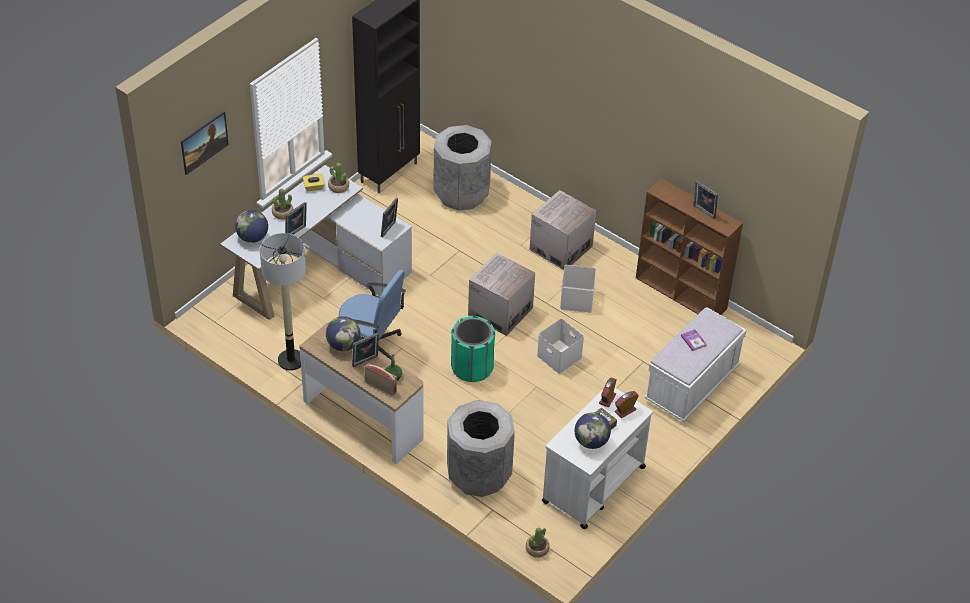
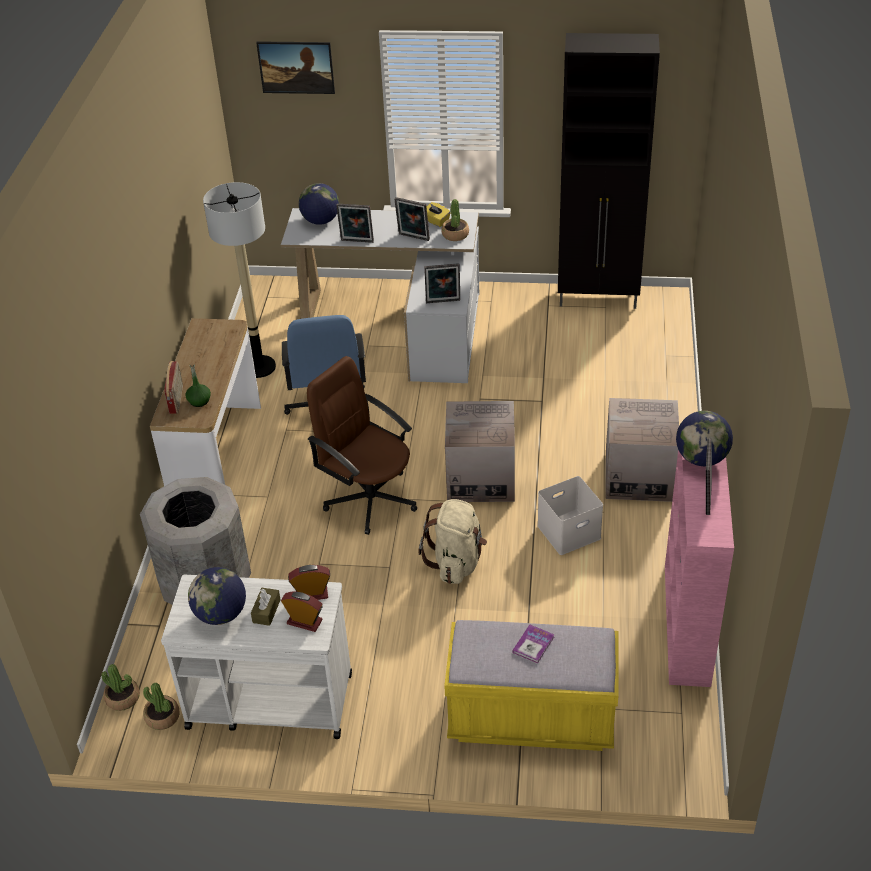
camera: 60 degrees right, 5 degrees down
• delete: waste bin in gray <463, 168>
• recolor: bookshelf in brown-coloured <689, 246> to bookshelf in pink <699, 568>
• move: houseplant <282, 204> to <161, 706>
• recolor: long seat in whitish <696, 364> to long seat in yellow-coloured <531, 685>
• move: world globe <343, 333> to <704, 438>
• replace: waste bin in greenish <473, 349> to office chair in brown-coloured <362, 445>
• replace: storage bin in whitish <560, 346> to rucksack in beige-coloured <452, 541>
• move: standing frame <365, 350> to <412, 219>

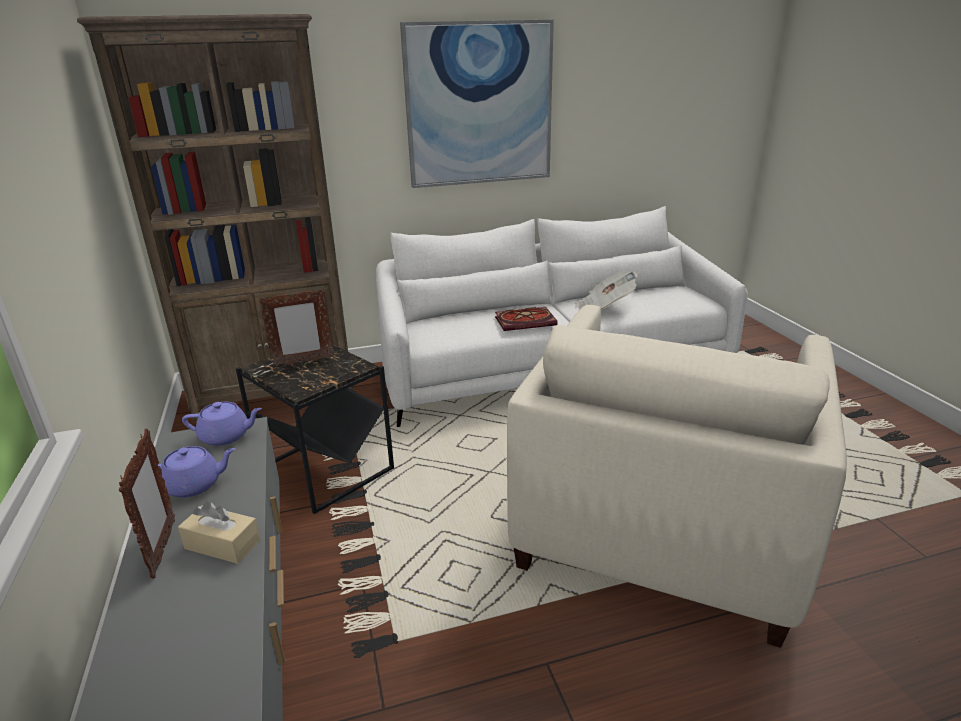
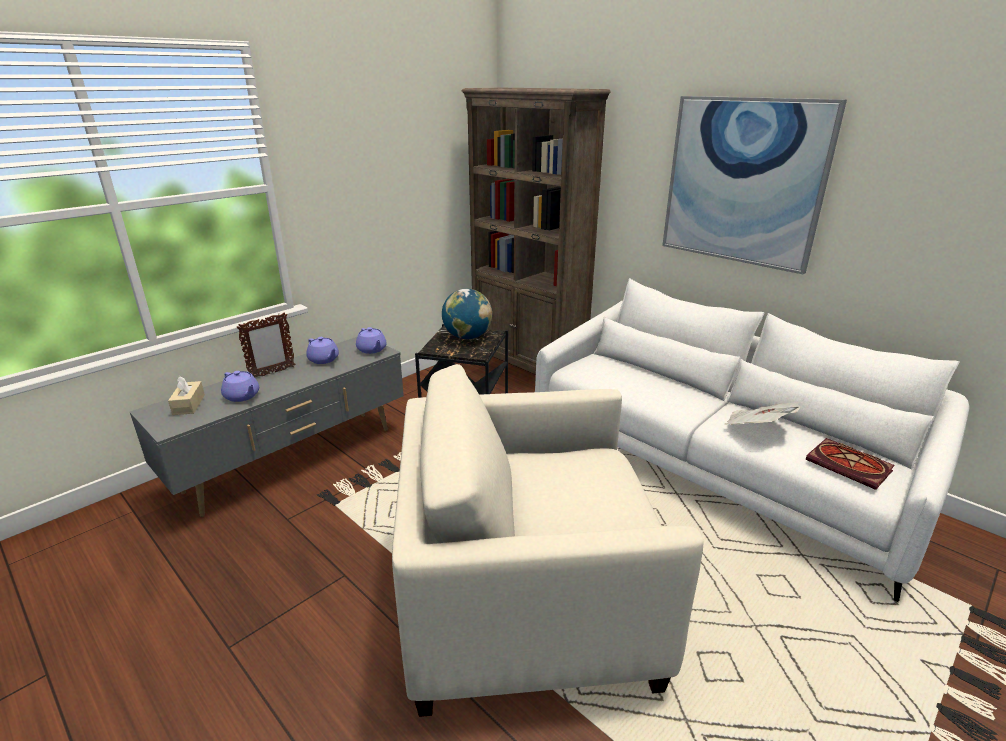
camera: 60 degrees right, 0 degrees up
• replace: standing frame <296, 328> to world globe <467, 314>
• move: book <526, 319> to <850, 464>
• move: box of tissues in beige-coloured <219, 532> to <186, 395>
• insert: teapot in purple <240, 386>

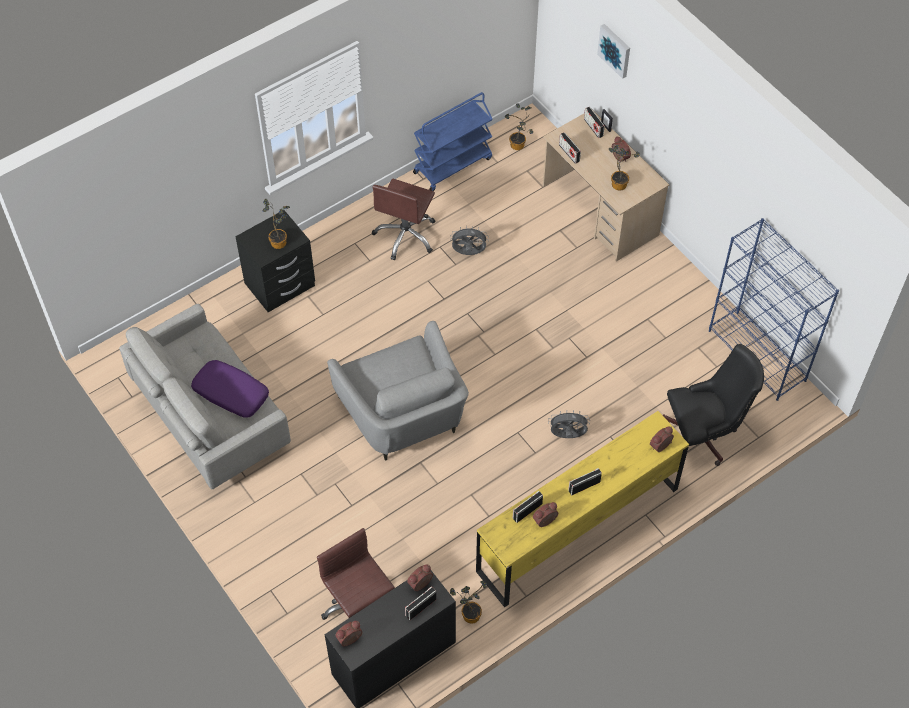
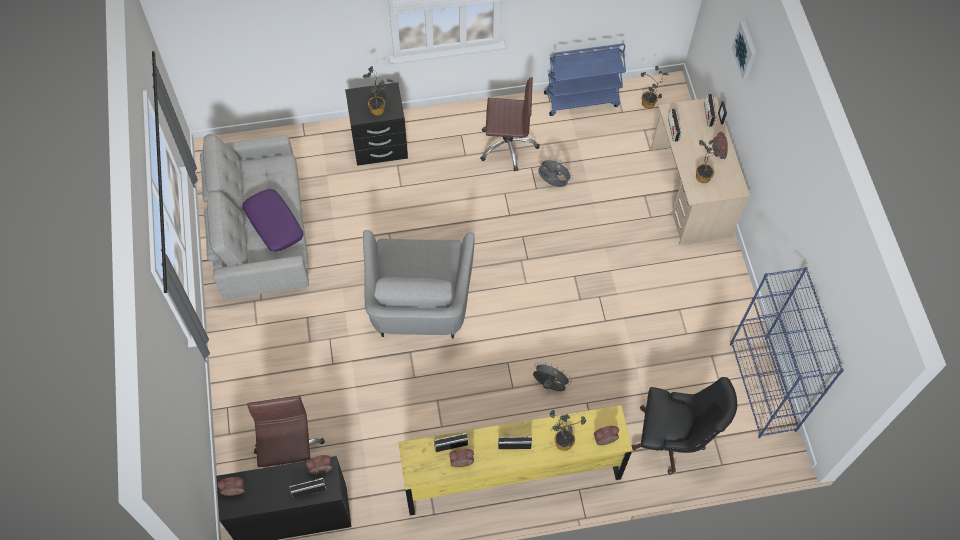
camera: 25 degrees right, 5 degrees up
• rotate: office chair in brown-coloured <403, 219> = <510, 124> 135 degrees counterclockwise
• move: houseplant <468, 602> to <568, 430>

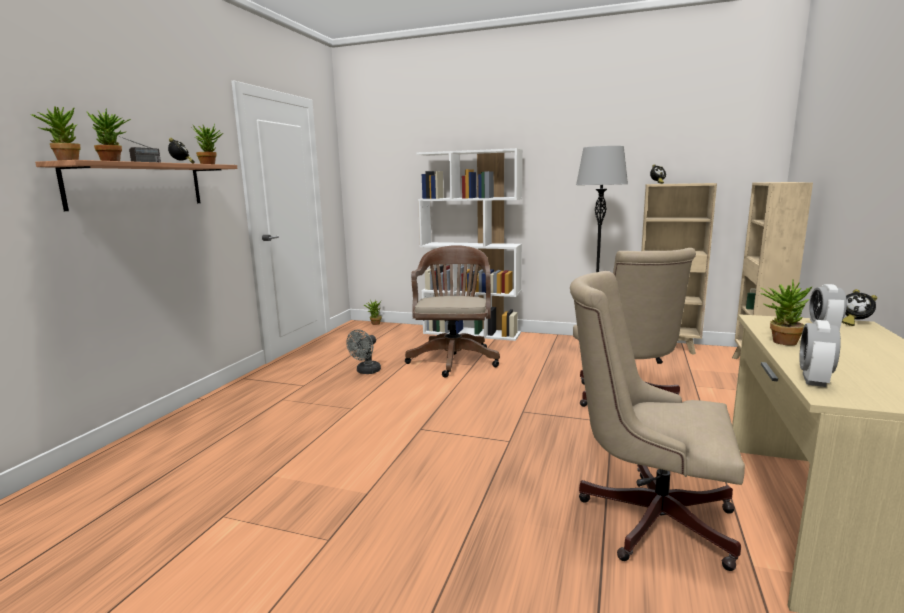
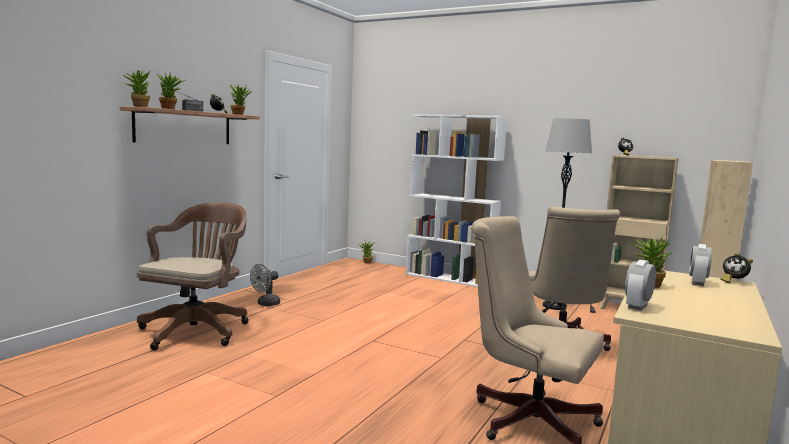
camera: 10 degrees right, 5 degrees down
• move: office chair in brown-coloured <452, 311> to <193, 276>
• move: electric fan in gray <363, 352> to <265, 285>

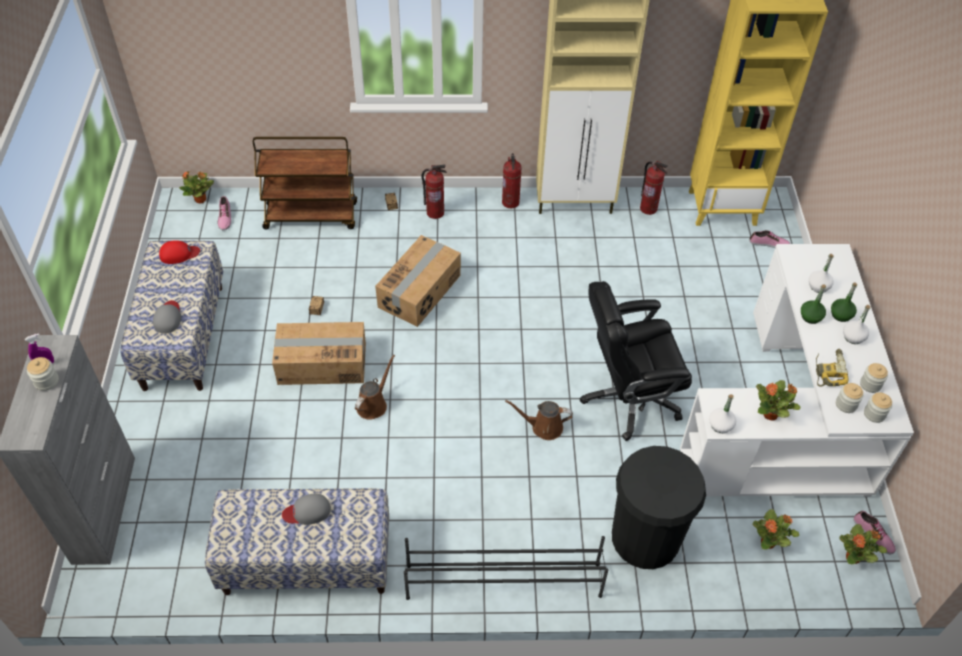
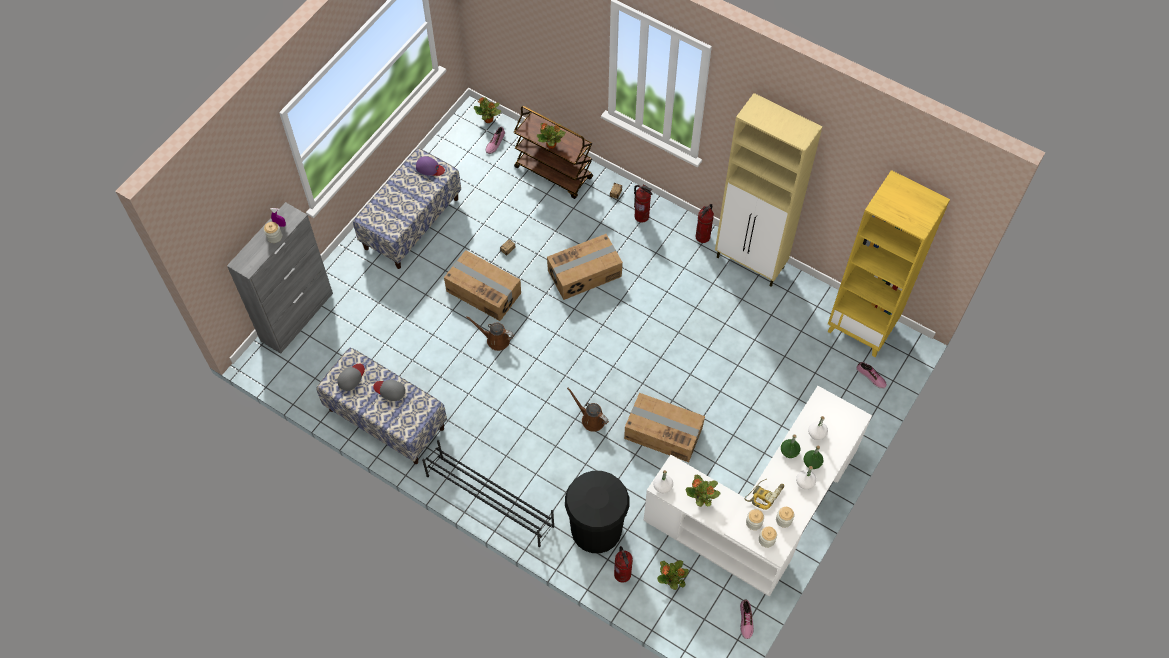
camera: 35 degrees right, 10 degrees up
• move: fire extinguisher <654, 188> to <623, 564>
• recolor: cap in red <179, 252> to cap in purple <430, 166>
• replace: office chair in blackish <636, 361> to carton <664, 427>
• move: cap in gray <167, 317> to <351, 377>
• rotate: watering pot in brown-coloured <375, 387> = <490, 333> 135 degrees counterclockwise
• move: houseplant <863, 544> to <551, 136>

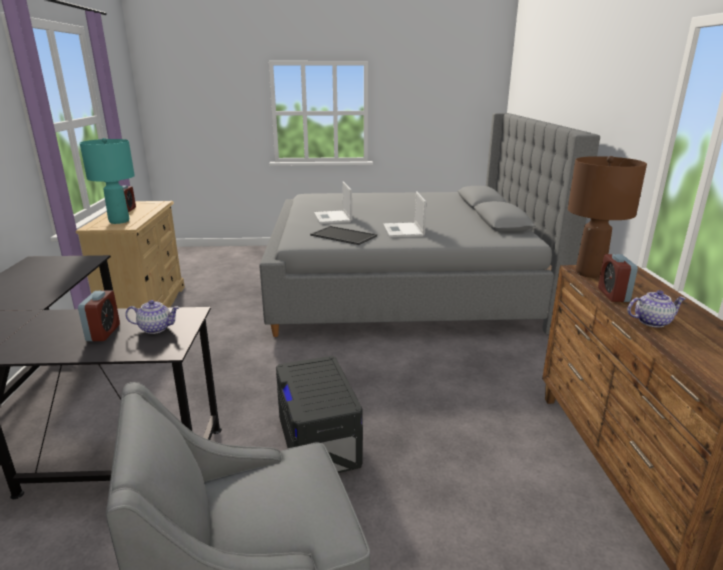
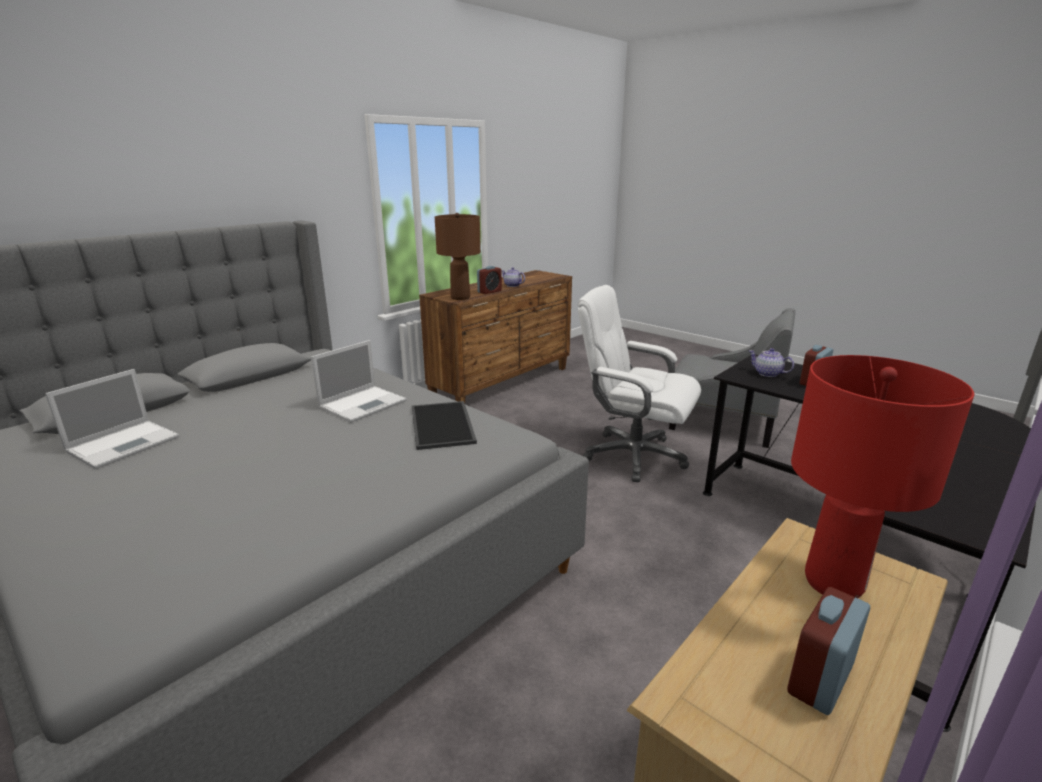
camera: 135 degrees left, 0 degrees up
• recolor: lamp for a table in blue-green <107, 181> to lamp for a table in red <882, 476>
• move: laptop <333, 203> to <112, 419>
• replace: storage bin in blackish <319, 414> to office chair in whitish <639, 383>

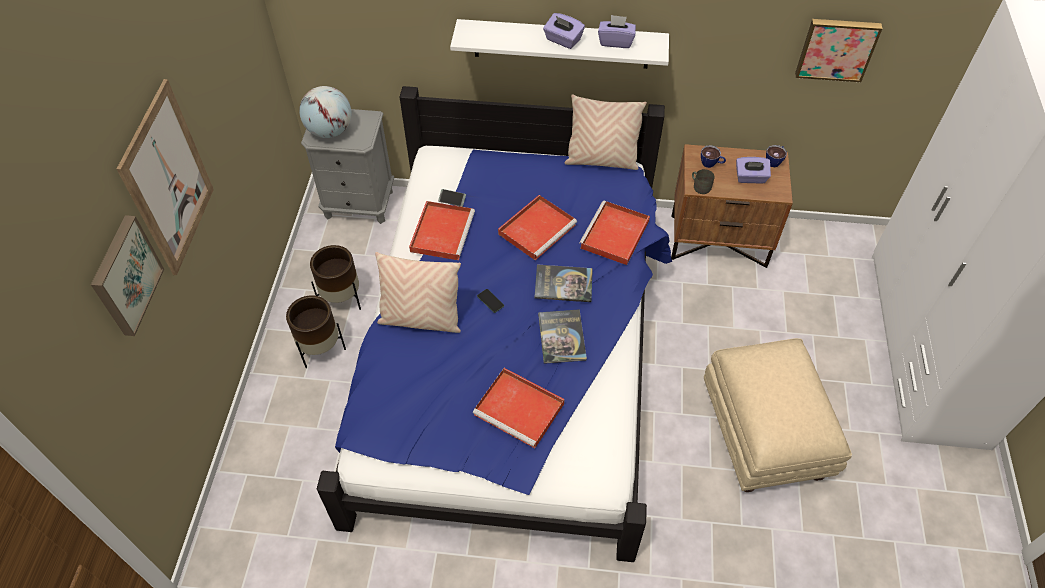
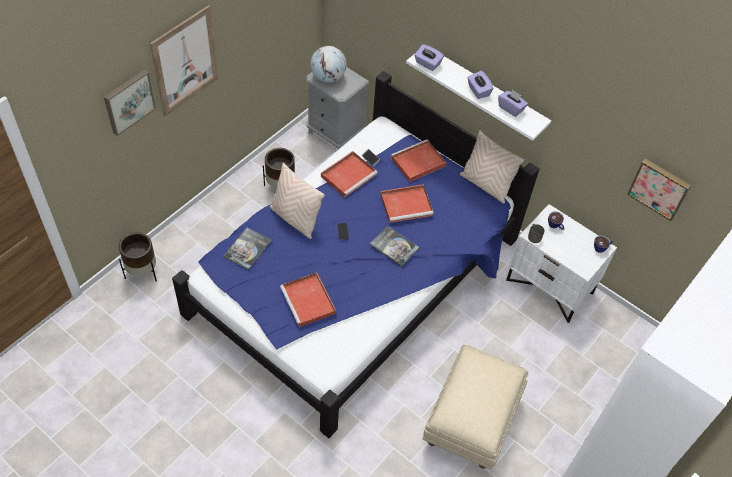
camera: 30 degrees right, 0 degrees up
• recolor: night table in brown-coloured <732, 206> to night table in whitish <561, 263>
• move: box of tissues in purple <753, 170> to <429, 57>
• move: tray in red <614, 233> to <418, 160>
• move: flower pot in brown-coloured <316, 331> to <138, 257>
• move: book <562, 336> to <247, 248>

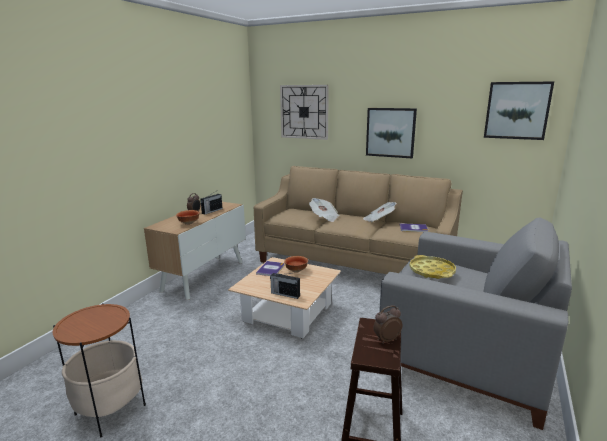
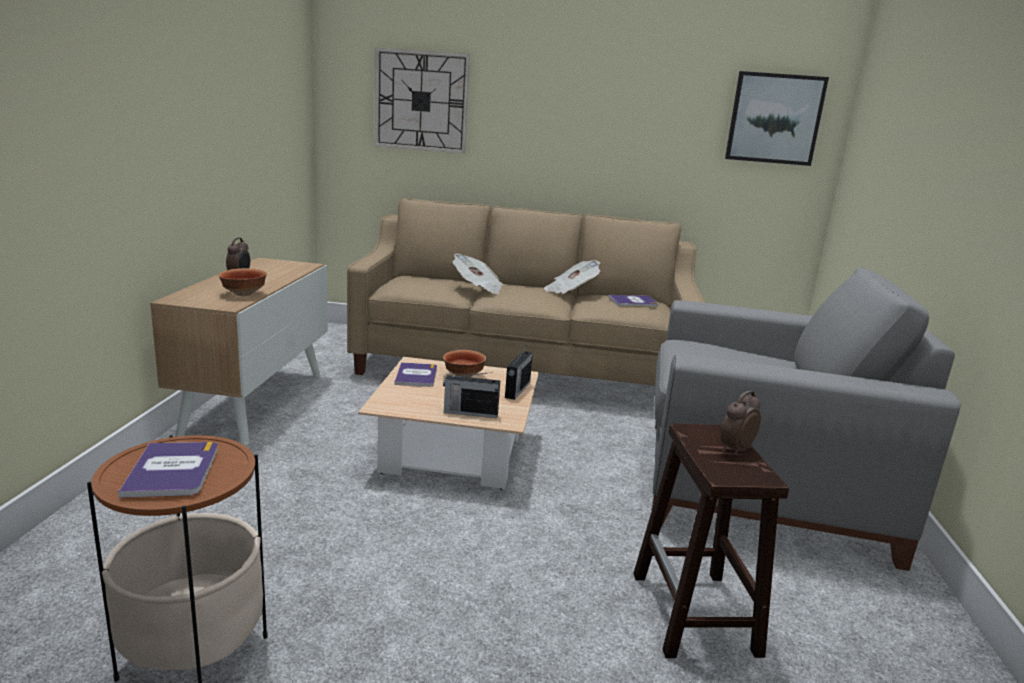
camera: 20 degrees left, 0 degrees up
• delete: wall picture <391, 133>
• move: radio set <211, 202> to <519, 373>
• delete: tray in yellow-coloured <432, 267>
• insert: book <168, 470>

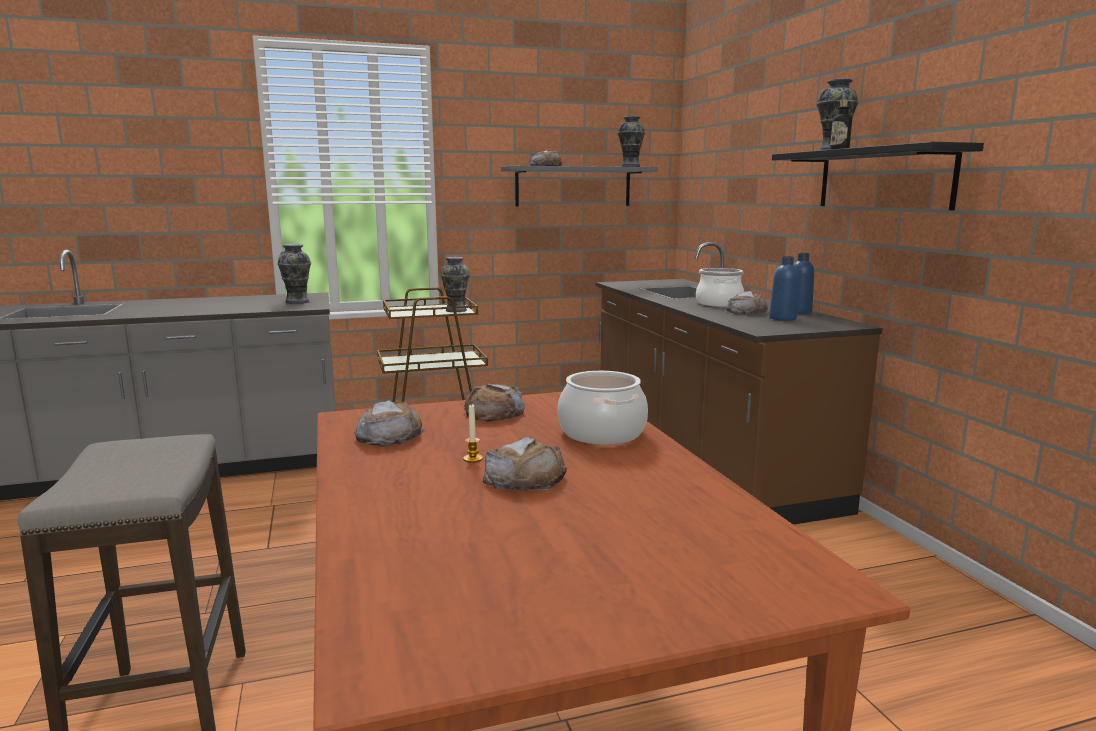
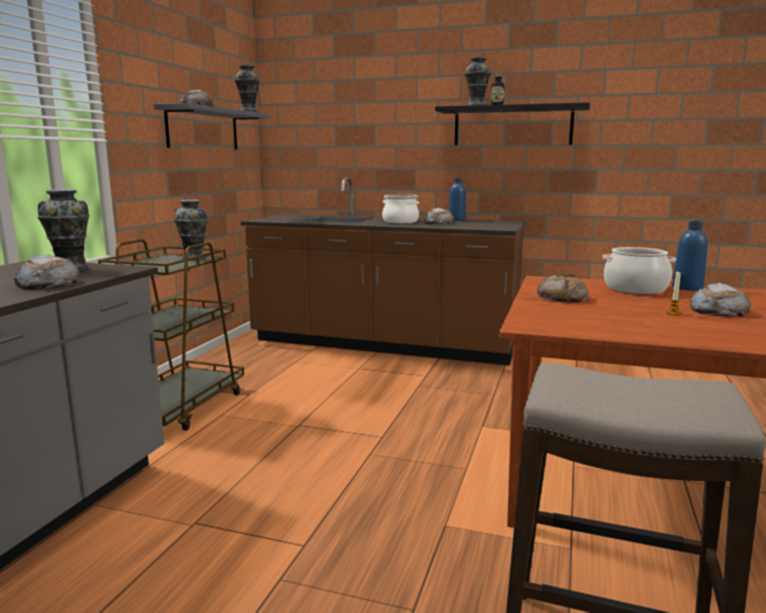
camera: 55 degrees left, 0 degrees up
• move: bottle in blue-coloured <784, 288> to <690, 256>
• move: baked bread <390, 423> to <46, 272>

